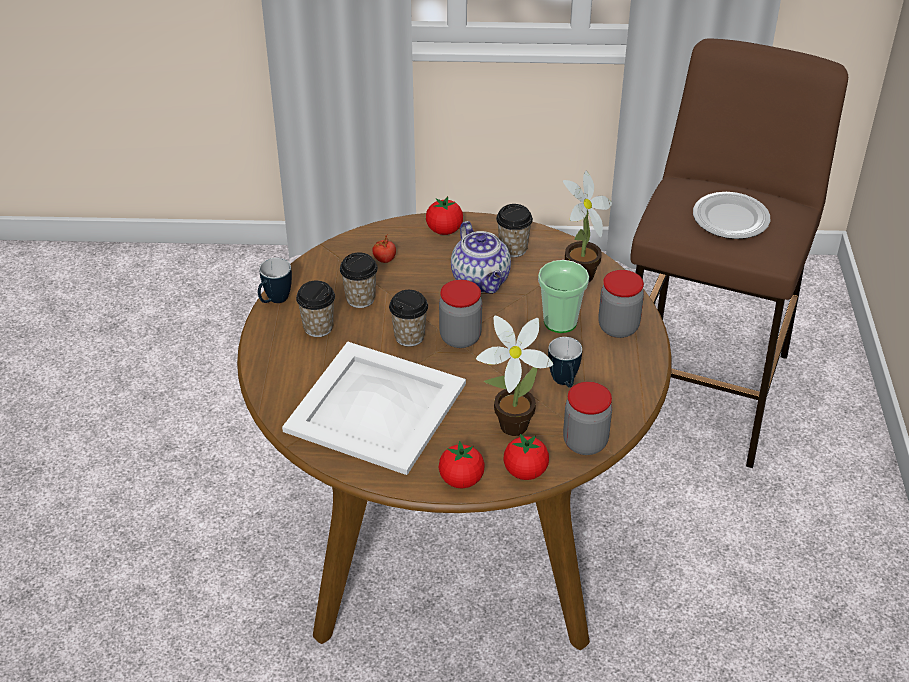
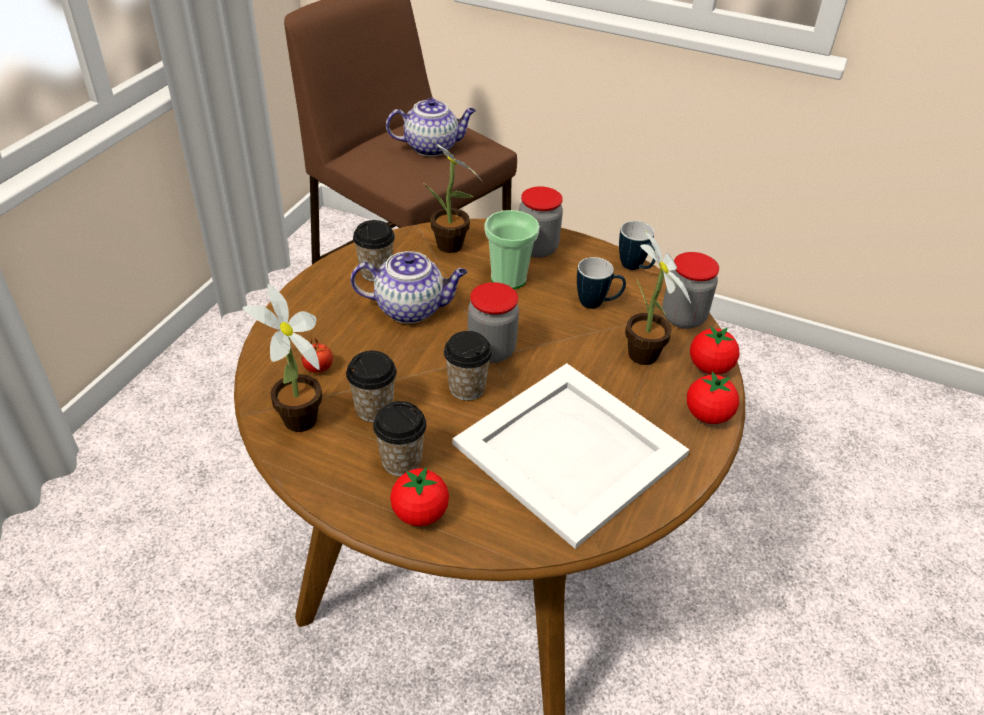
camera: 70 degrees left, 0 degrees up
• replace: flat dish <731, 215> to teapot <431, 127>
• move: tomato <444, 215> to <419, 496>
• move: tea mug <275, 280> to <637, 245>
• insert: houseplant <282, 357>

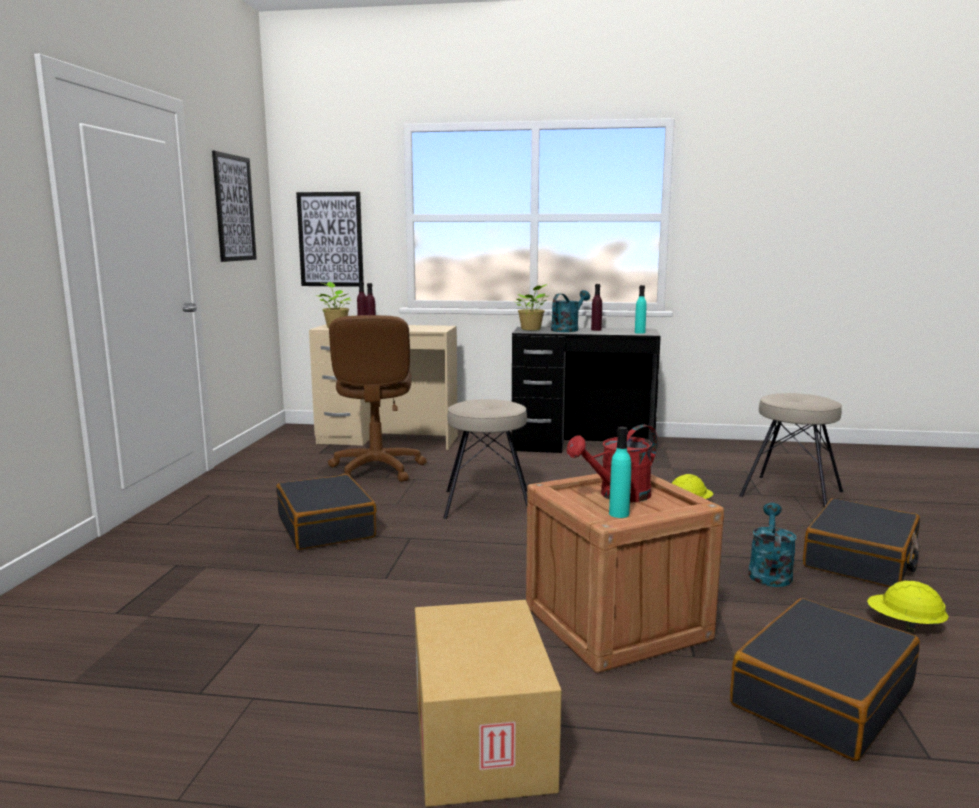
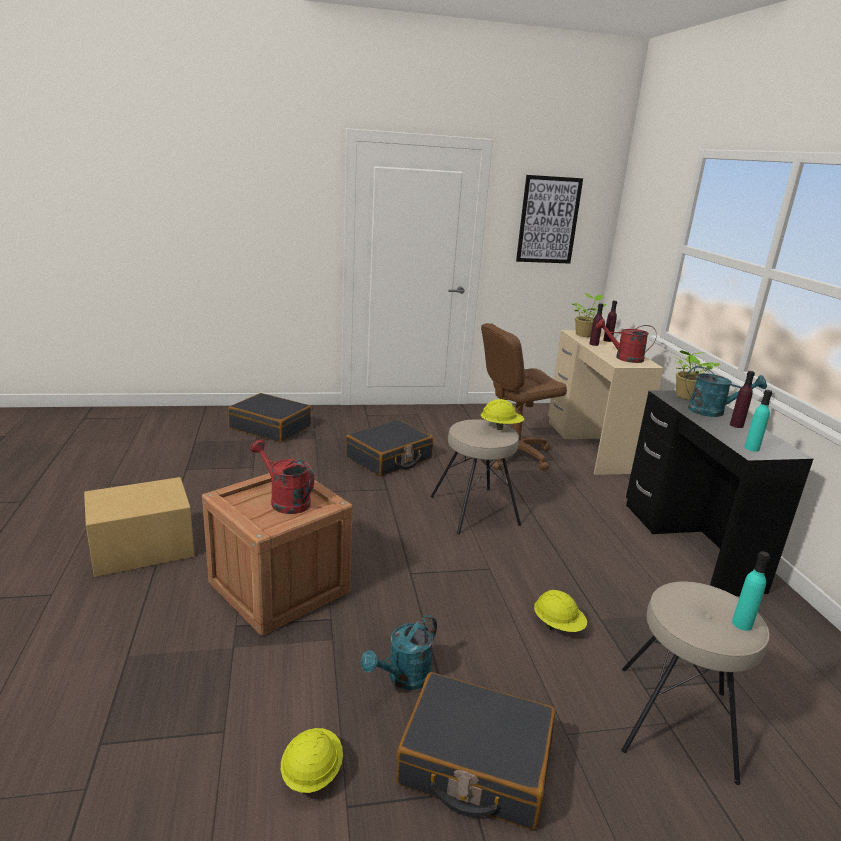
camera: 70 degrees right, 10 degrees up
• delete: wall picture <330, 239>
• move: bottle in blue-green <620, 472> to <751, 591>
• rotate: watering pot in blue-green <772, 545> = <399, 652> 135 degrees clockwise
• move: piece of luggage in blackish <825, 679> to <270, 417>
• insert: watering pot in red <626, 341>
• insert: hard hat in yellow-coloured <502, 414>

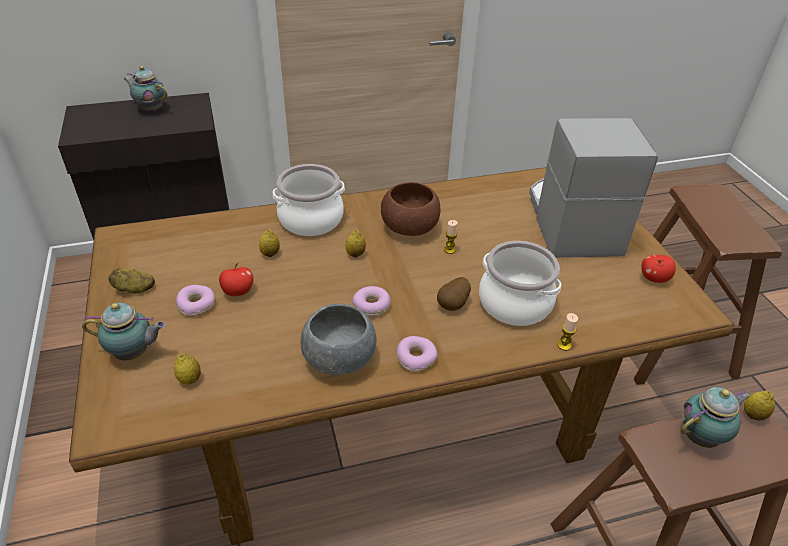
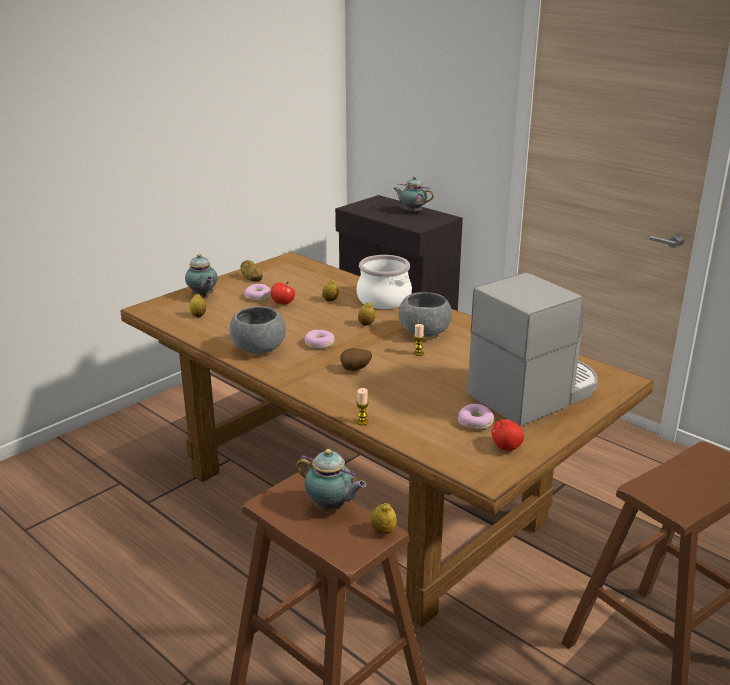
camera: 60 degrees right, 15 degrees down
• rotate: teapot <145, 88> = <413, 194> 60 degrees counterclockwise
• recolor: serving bowl in brown-coloured <411, 209> to serving bowl in gray <425, 314>
• delete: saucepot <520, 283>
• move: ring doughnut <416, 354> to <476, 417>

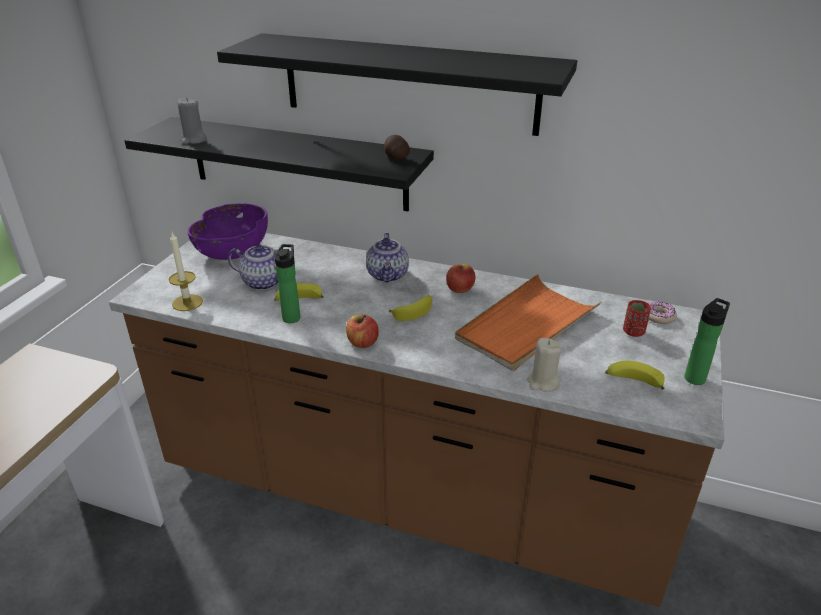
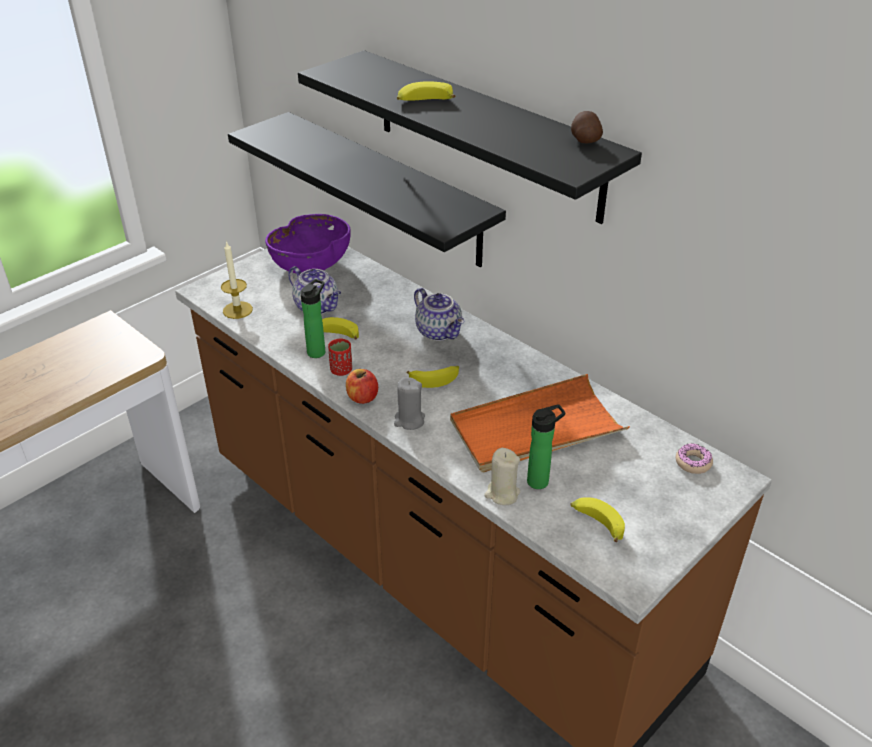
camera: 25 degrees right, 5 degrees up
• move: wax candle in gray <192, 120> to <409, 403>
• move: potato <397, 147> to <587, 127>
• rotate: teapot <387, 257> = <439, 314> 60 degrees counterclockwise
• delete: apple fruit <460, 278>
• move: bottle <707, 341> to <546, 446>
• move: small cup in red <637, 318> to <340, 357>
• insert: whole banana <426, 90>

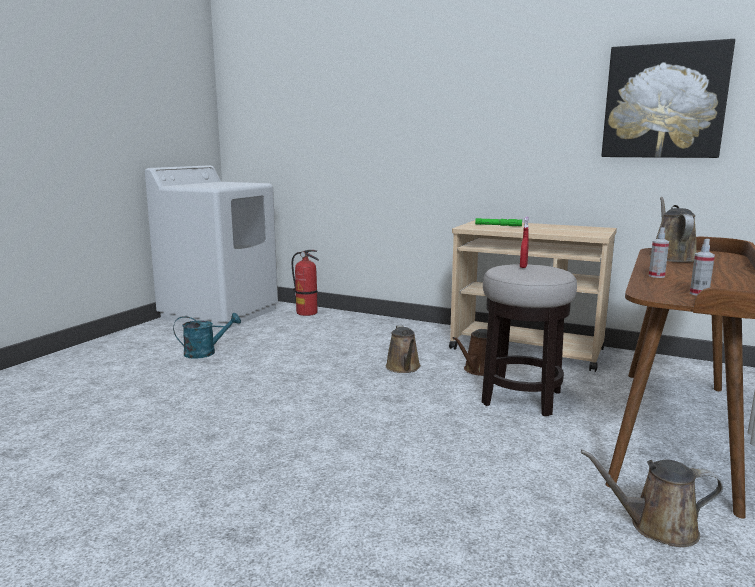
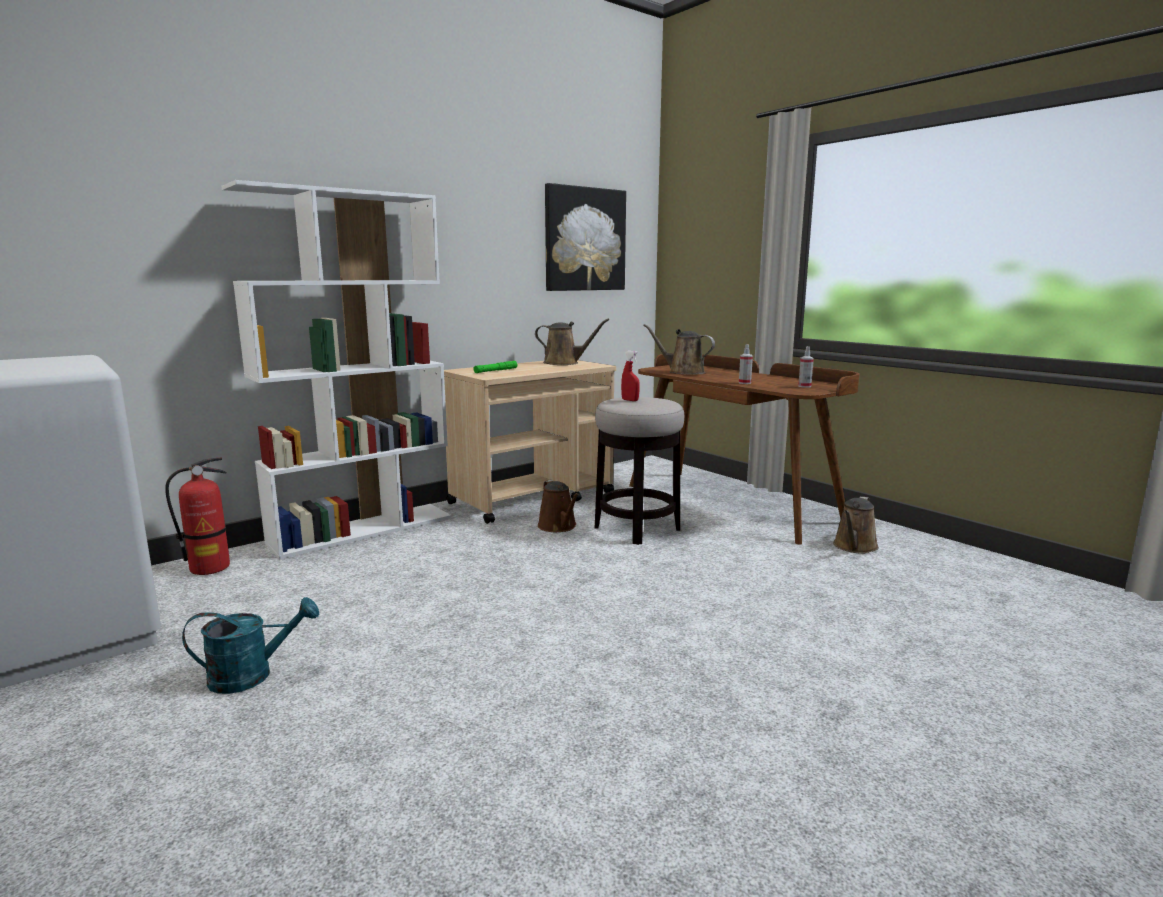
camera: 65 degrees left, 0 degrees up
• rotate: watering pot in blue-green <207, 335> = <250, 645> 60 degrees clockwise
• move: watering pot in brown-coloured <403, 349> to <572, 341>
• insert: bookshelf in whitish <336, 369>

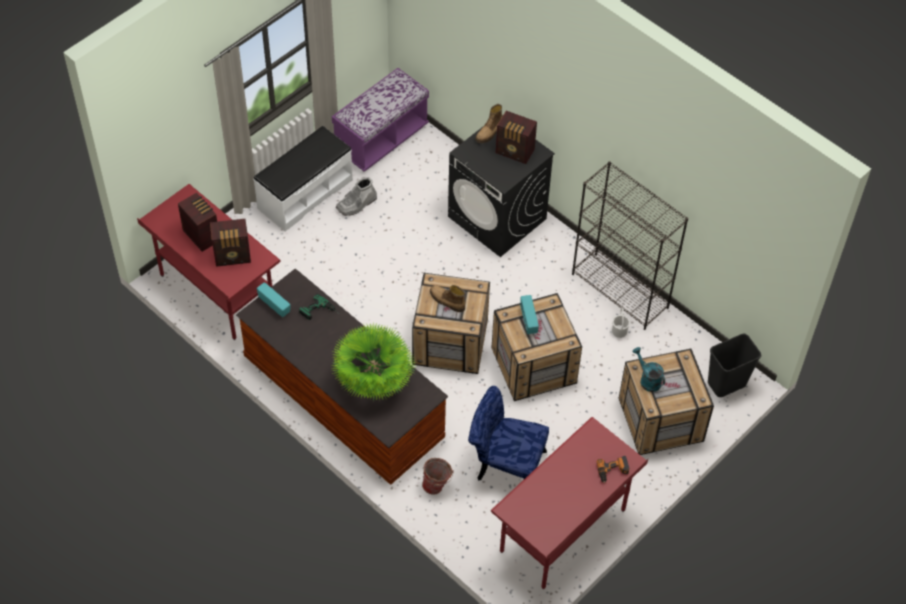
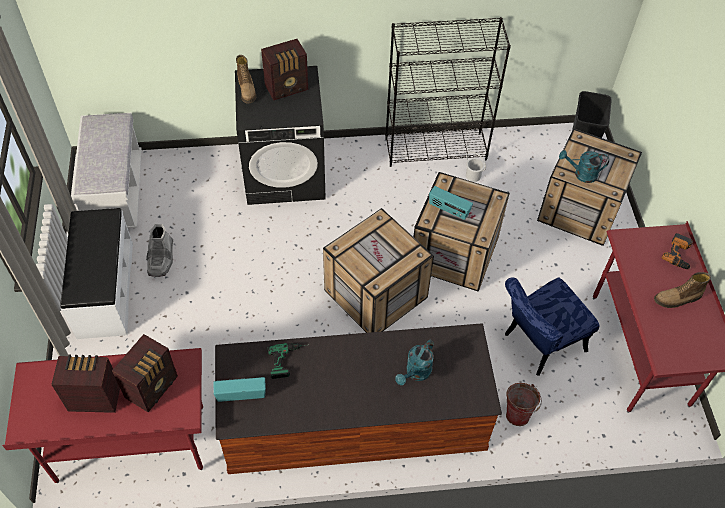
camera: 50 degrees left, 0 degrees up
• recolor: long seat in purple <380, 119> to long seat in whitish <106, 170>
• move: tall boot <447, 298> to <682, 290>
• replace: houseplant <374, 361> to watering pot in blue-green <414, 362>

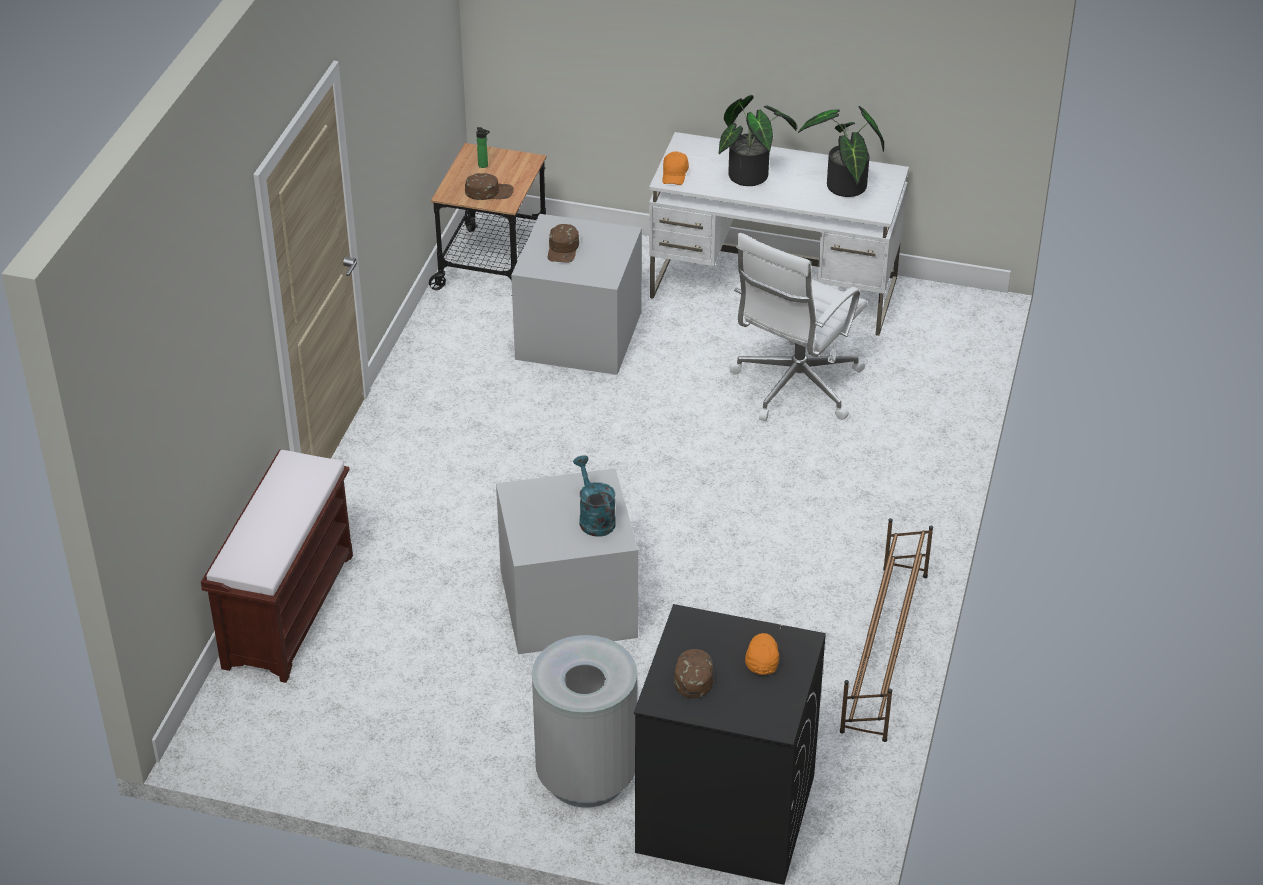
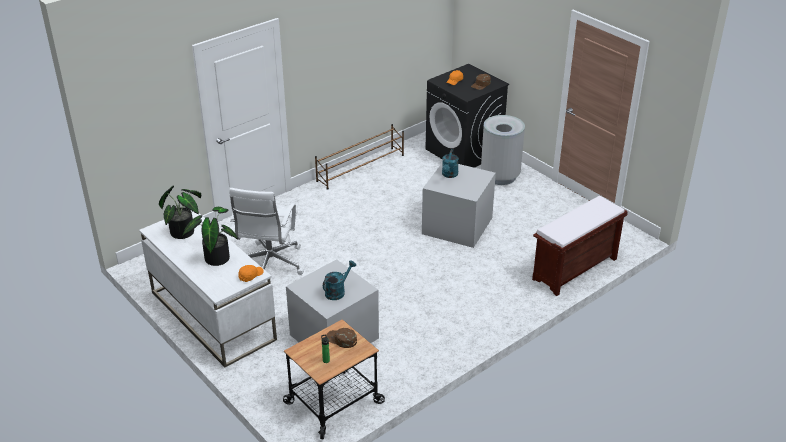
camera: 145 degrees left, 5 degrees down
• replace: cap in brown-coloured <563, 243> to watering pot in blue-green <339, 280>
• rotate: office chair in whitish <798, 327> = <266, 231> 120 degrees clockwise

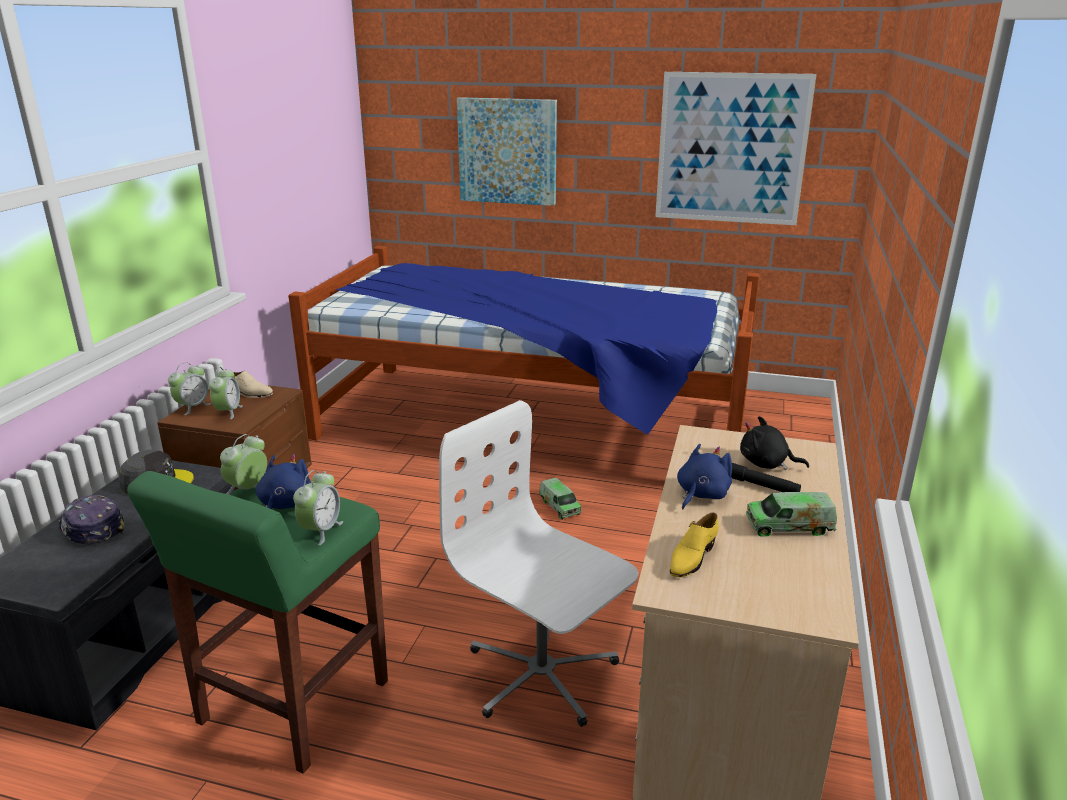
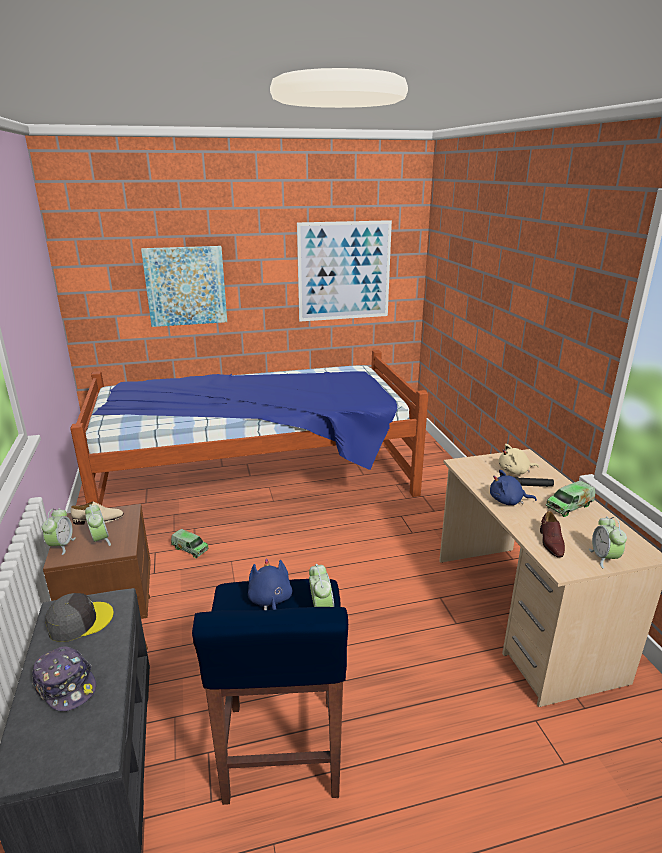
camera: 30 degrees left, 0 degrees up
• delete: office chair in whitish <538, 563>
• recolor: soft toy in blackish <774, 443> to soft toy in beige-coloured <519, 459>
• move: table clock <243, 464> to <608, 542>
• rotate: soft toy in blue-coloured <704, 476> = <513, 487> 90 degrees counterclockwise
• recolor: sitting stool in greenish <257, 622> to sitting stool in blue-coloured <270, 692>
• move: toy truck <560, 499> to <190, 543>
• rotate: cap <91, 519> = <64, 678> 150 degrees counterclockwise
• recolor: low shoe in yellow-coloured <694, 545> to low shoe in brown-coloured <552, 534>

